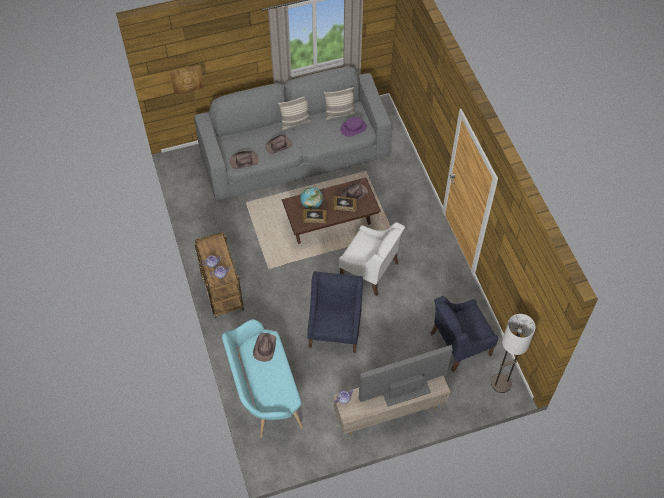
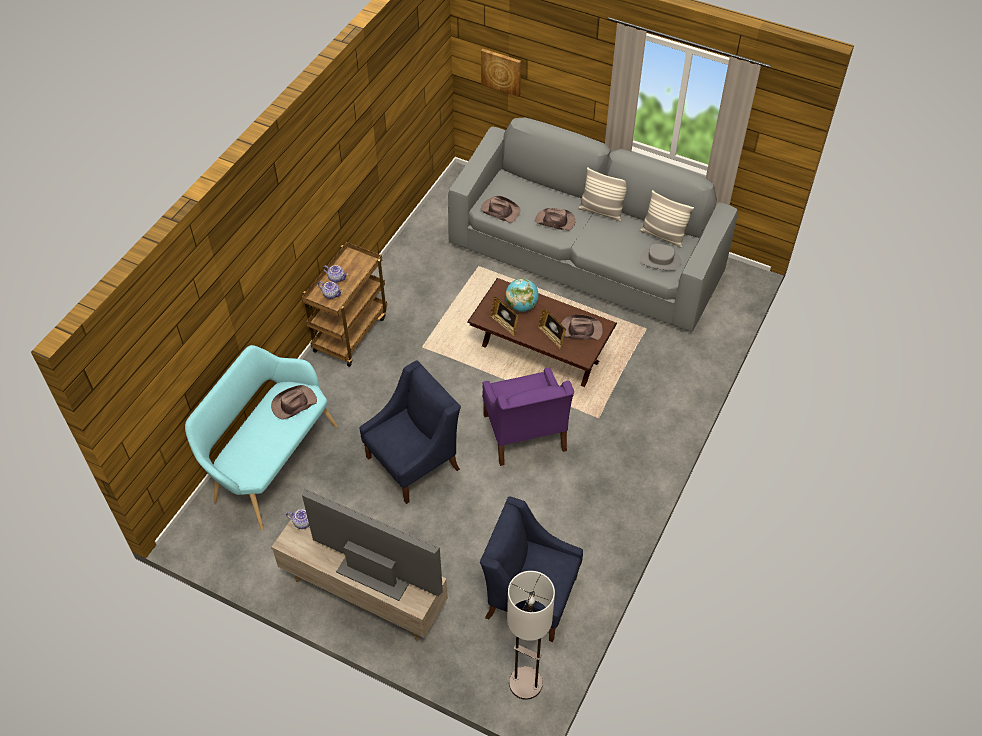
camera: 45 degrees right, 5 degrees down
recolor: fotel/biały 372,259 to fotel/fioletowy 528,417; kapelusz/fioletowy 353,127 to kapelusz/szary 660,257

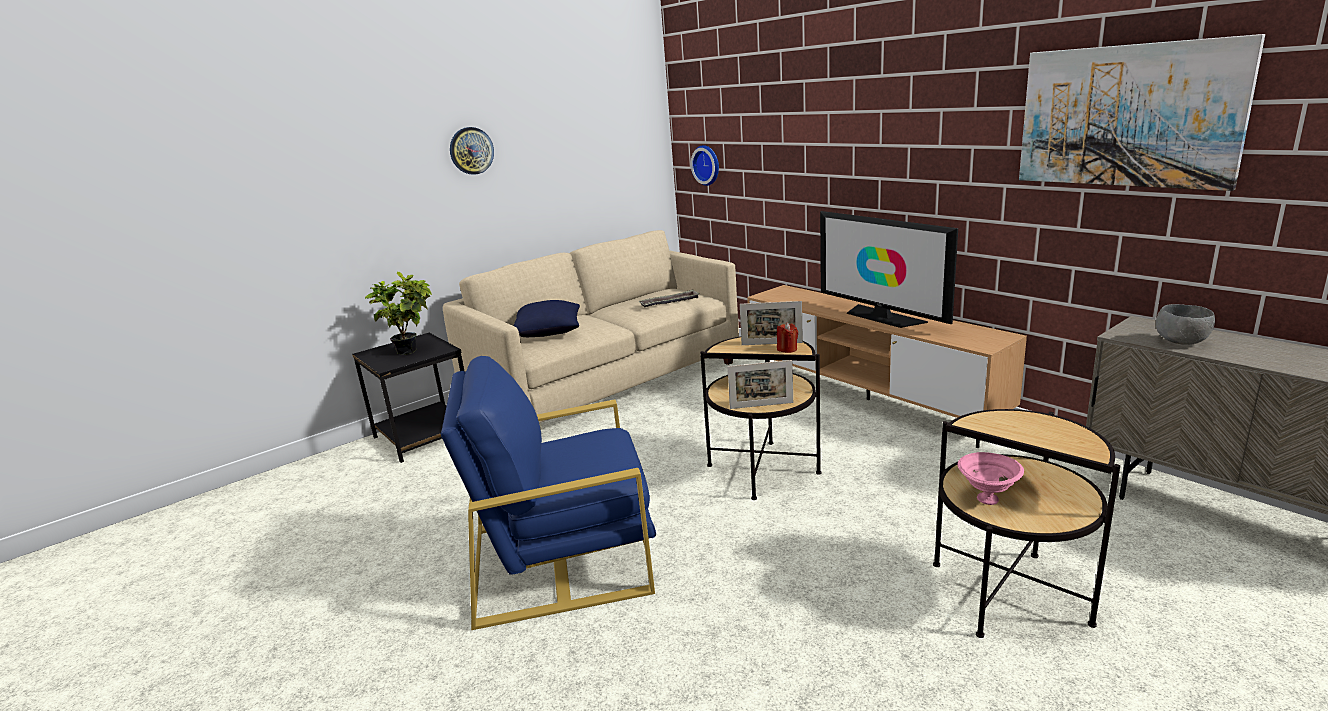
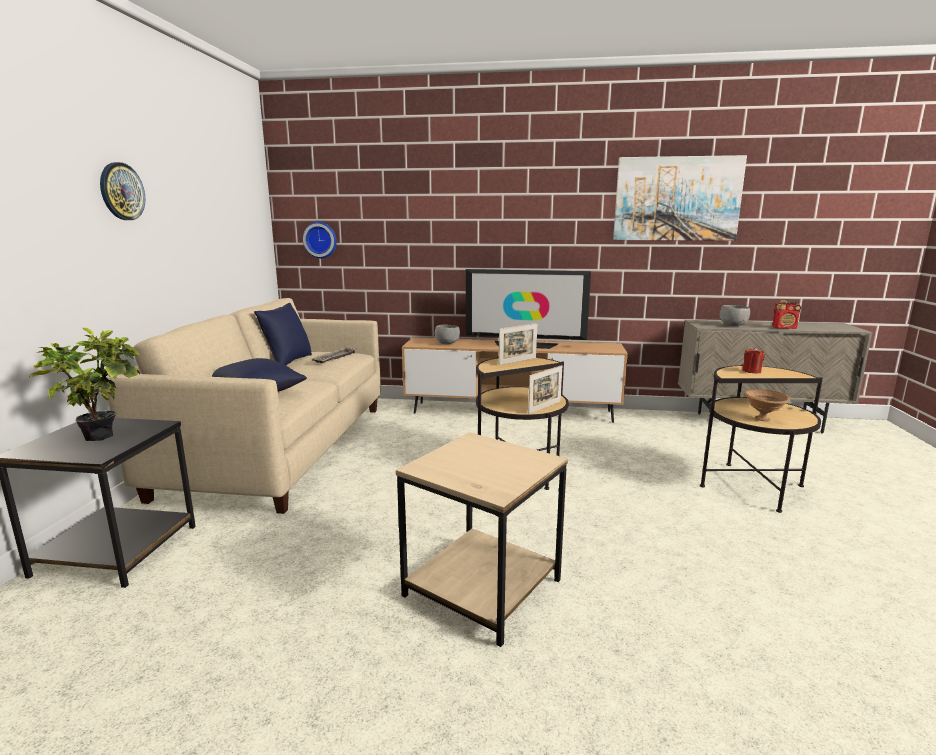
camera: 45 degrees left, 5 degrees down
insert: poduszka/niebieski 283,334; miska/szary 447,334; radio 786,314
move: świeca/czerwony 787,338 to 753,360
replace: fotel/niebieski 548,493 to stolik/beżowy 482,539
recolor: miska/różowy 990,478 to miska/brązowy 767,405

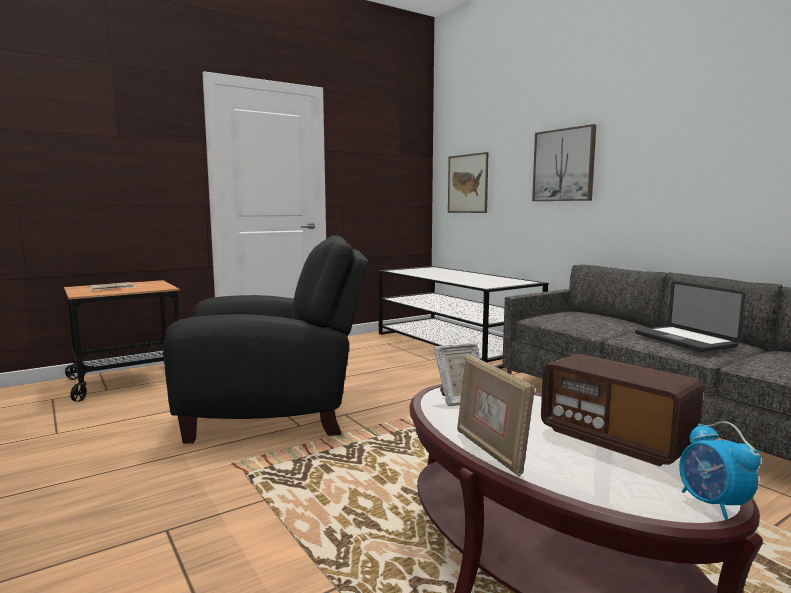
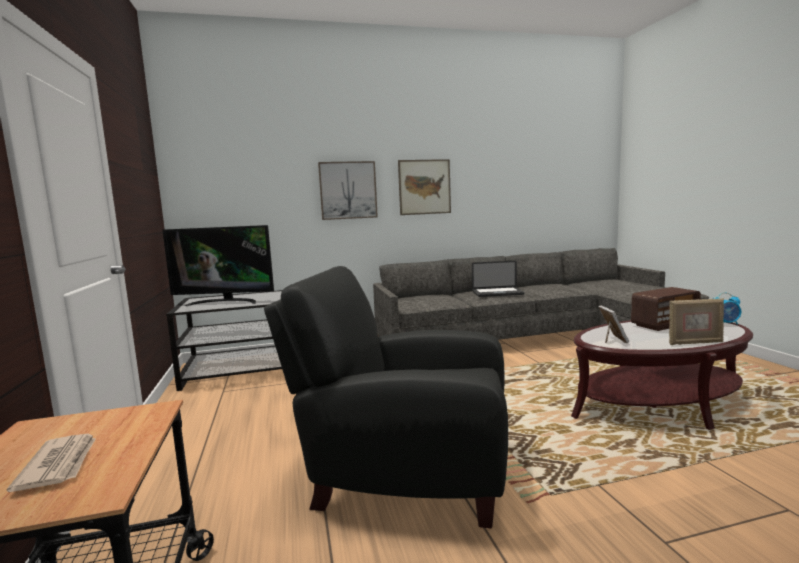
camera: 70 degrees left, 0 degrees up
insert: telewizor 218,265
move: obraz 468,182 to 424,187
rotate: fotel/czarny 266,340 = 386,397 90 degrees counterclockwise

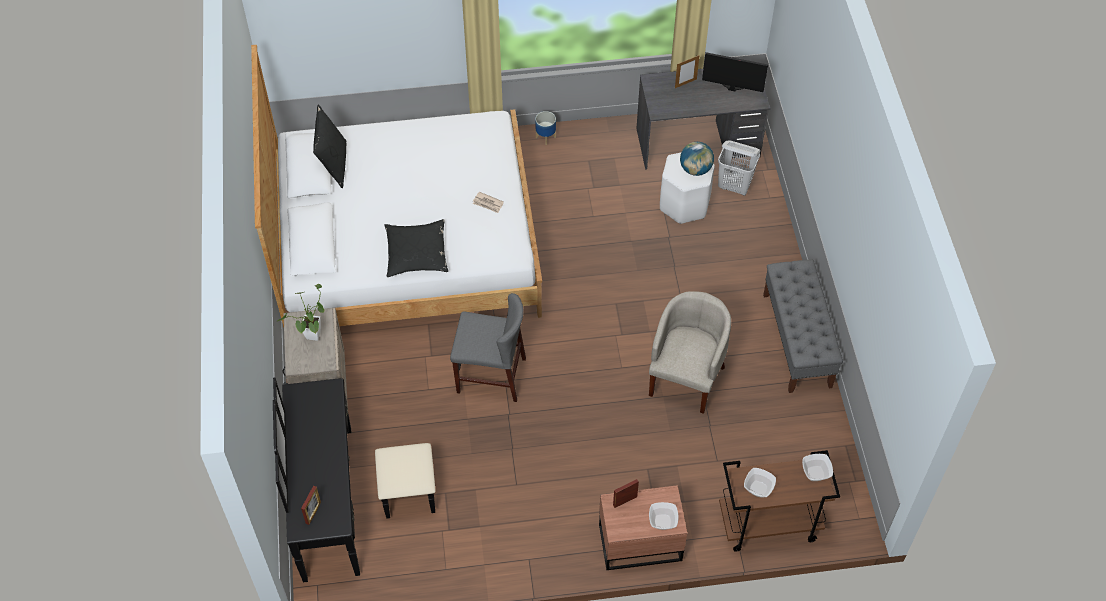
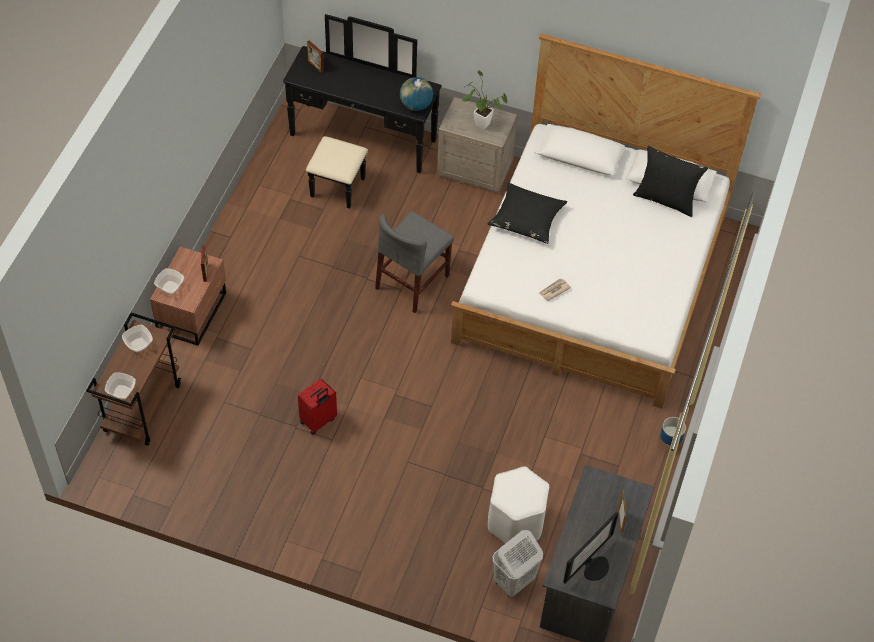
camera: 115 degrees right, 0 degrees up
delete: ławka/szary 803,326
move: globus 697,159 to 416,94
replace: fotel/beżowy 690,352 to walizka/czerwony 317,406

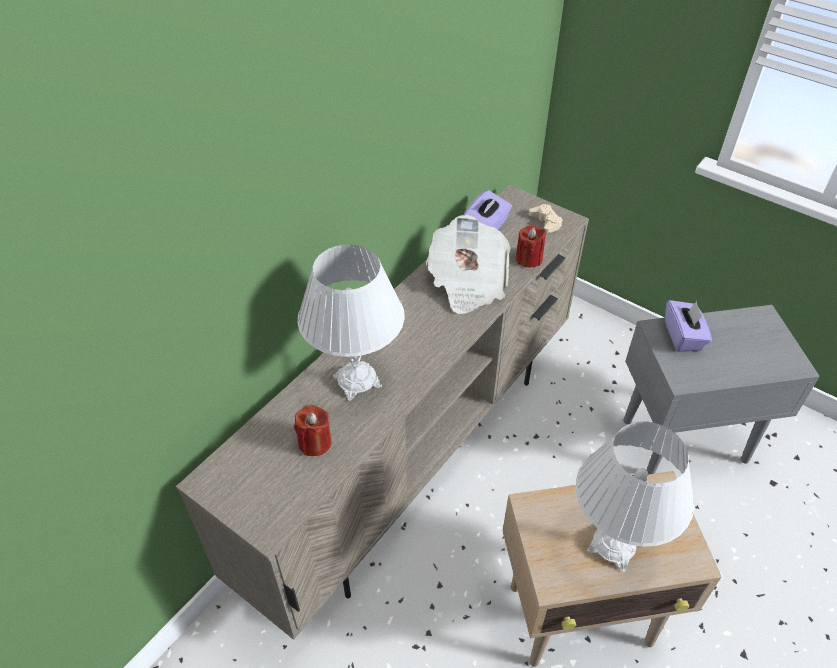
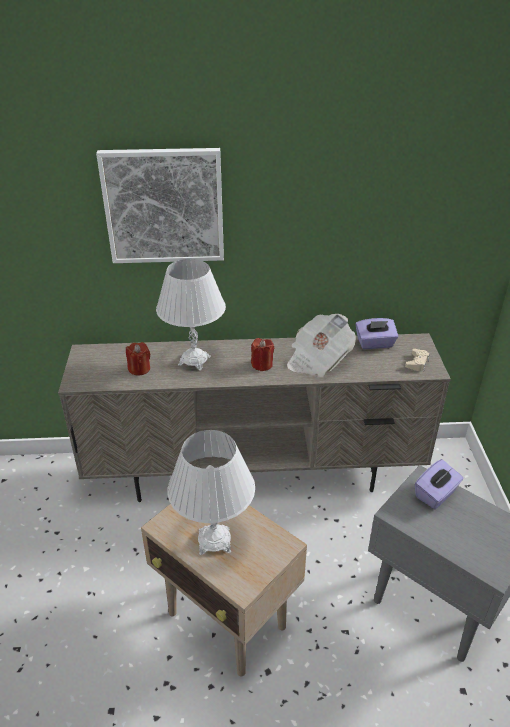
camera: 50 degrees right, 10 degrees down
insert: obraz 160,205
move: świeca/czerwony 531,246 to 262,354

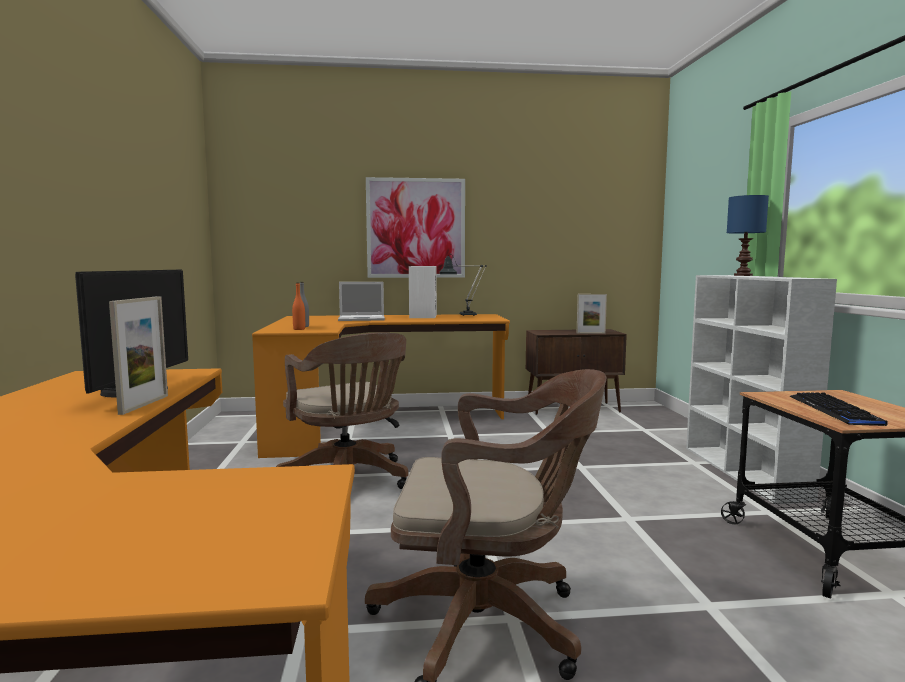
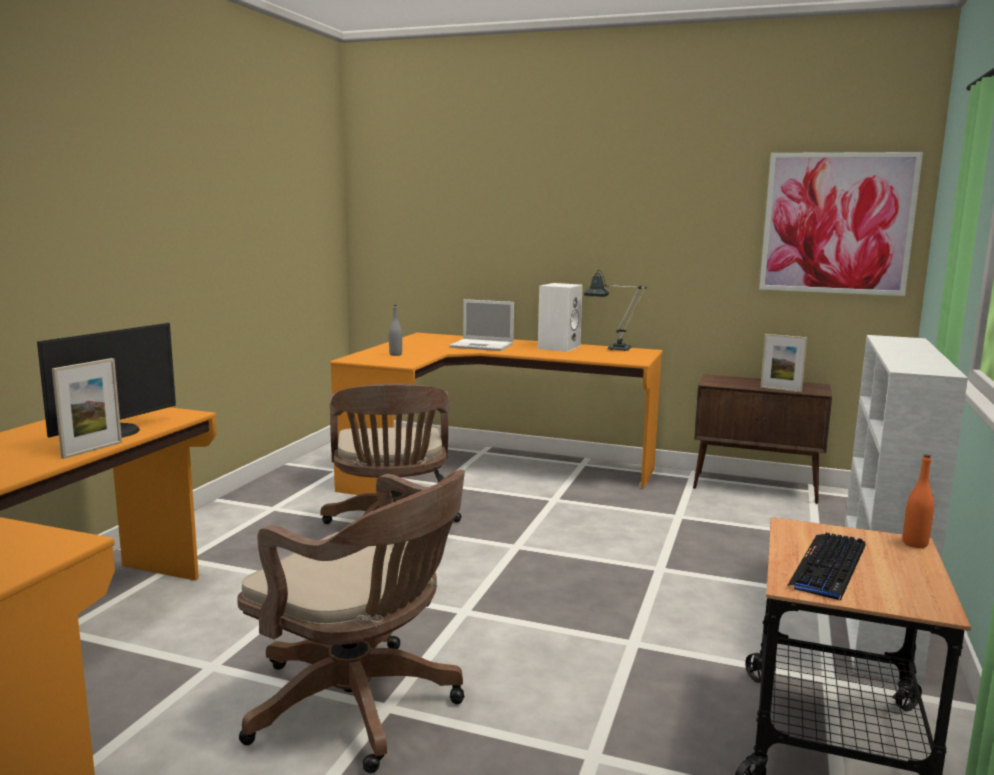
camera: 25 degrees right, 5 degrees up
delete: lampa stołowa/niebieski 748,235
move: butelka/pomarańczowy 298,306 to 918,501; obraz 415,227 to 841,224

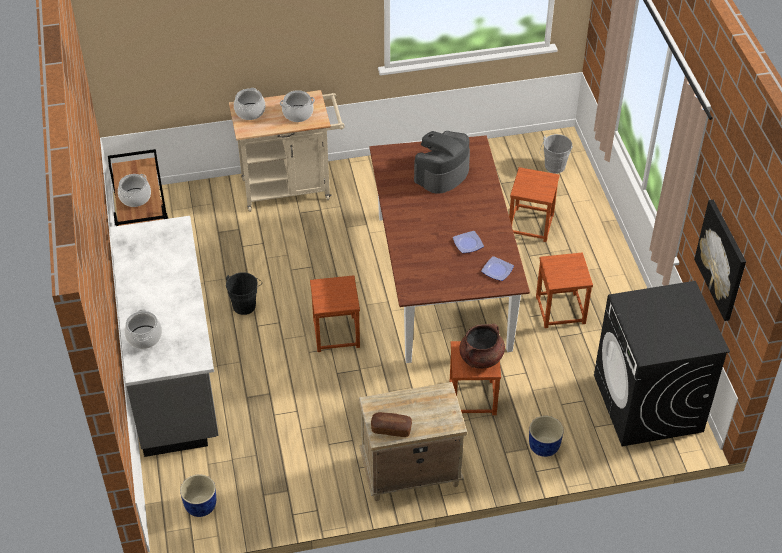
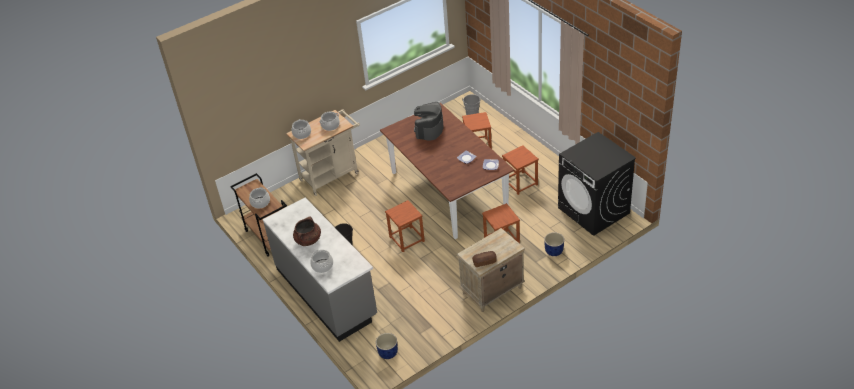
camera: 20 degrees left, 5 degrees down
delete: obraz 720,260
move: garnek/brązowy 482,346 to 307,231

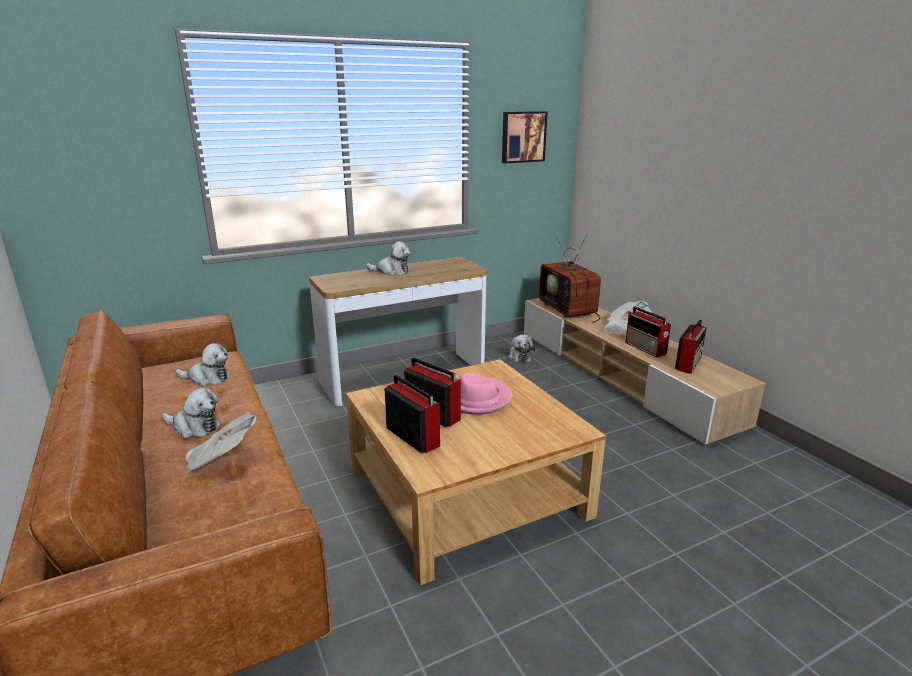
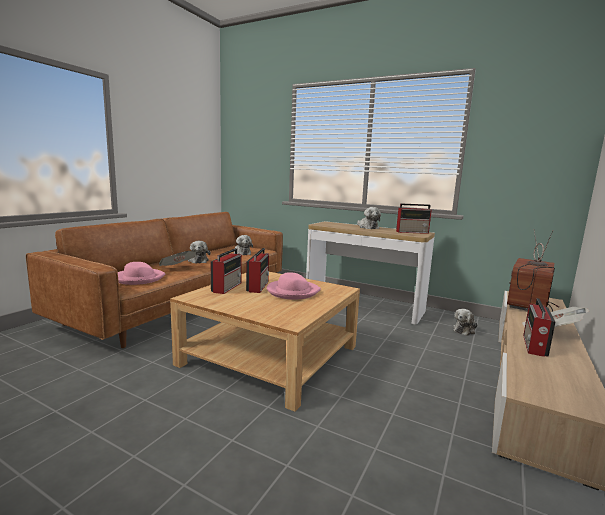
camera: 55 degrees right, 10 degrees down
delete: obraz 525,137
insert: kapelusz/różowy 141,273
move: radio 691,347 to 414,219

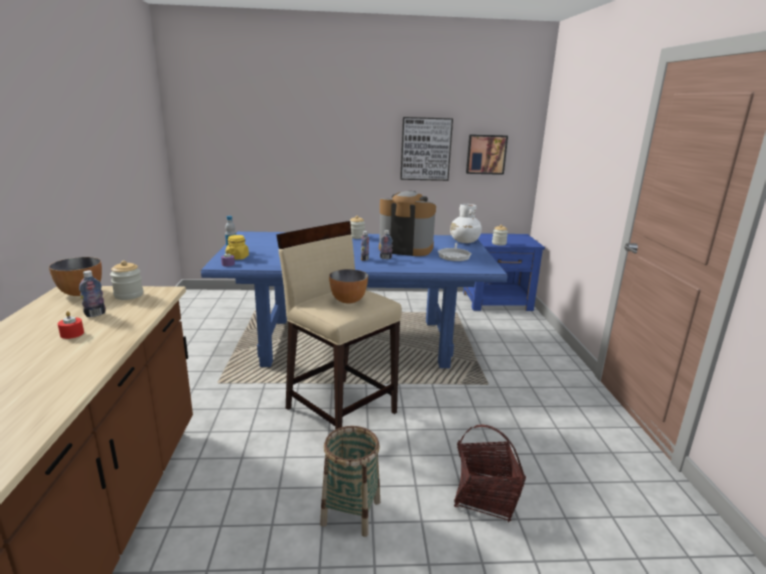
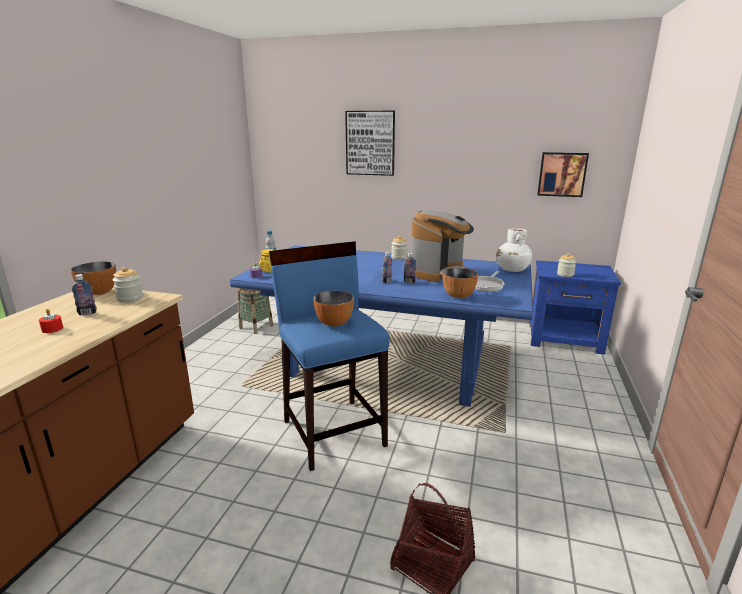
camera: 20 degrees right, 0 degrees up
insert: miska 460,283
move: koszyk 350,481 to 255,311; obraz 426,149 to 370,143
recolor: stołek/beżowy 339,325 to stołek/niebieski 329,356
rotate: ekspres do kawy 407,223 = 443,246 90 degrees clockwise

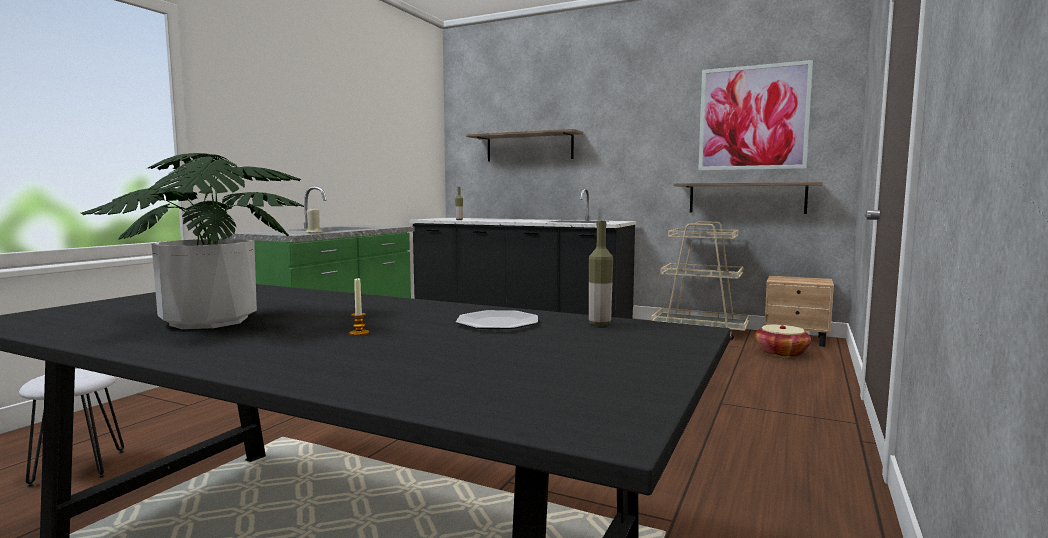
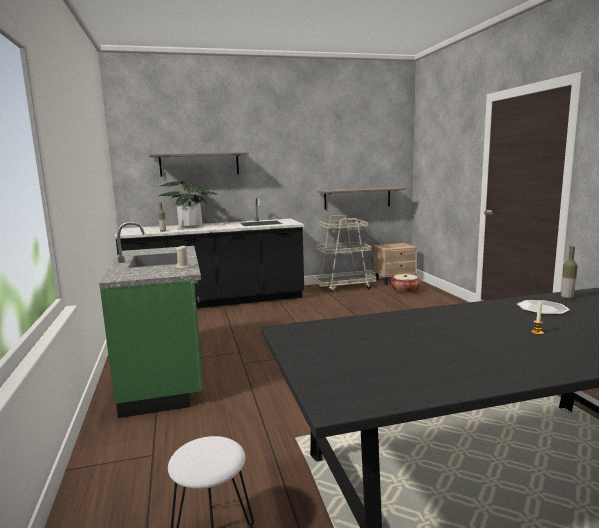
camera: 40 degrees left, 5 degrees up
delete: obraz 755,115
move: roślina doniczkowa 192,241 to 188,204

